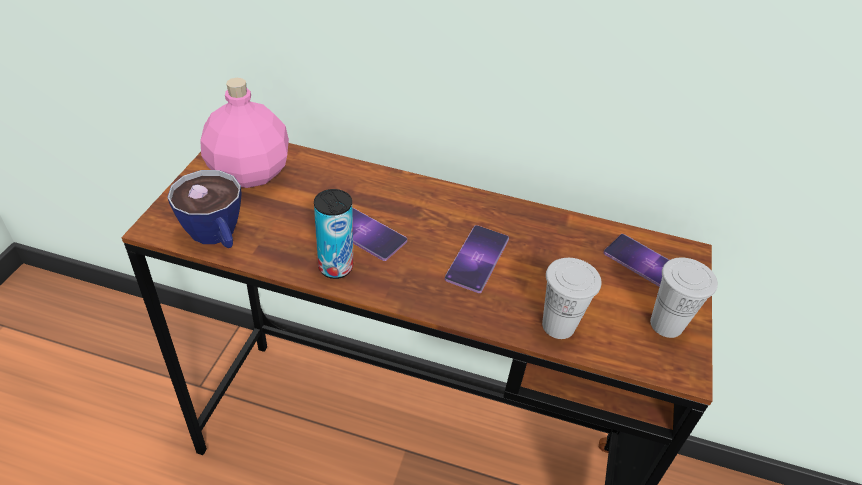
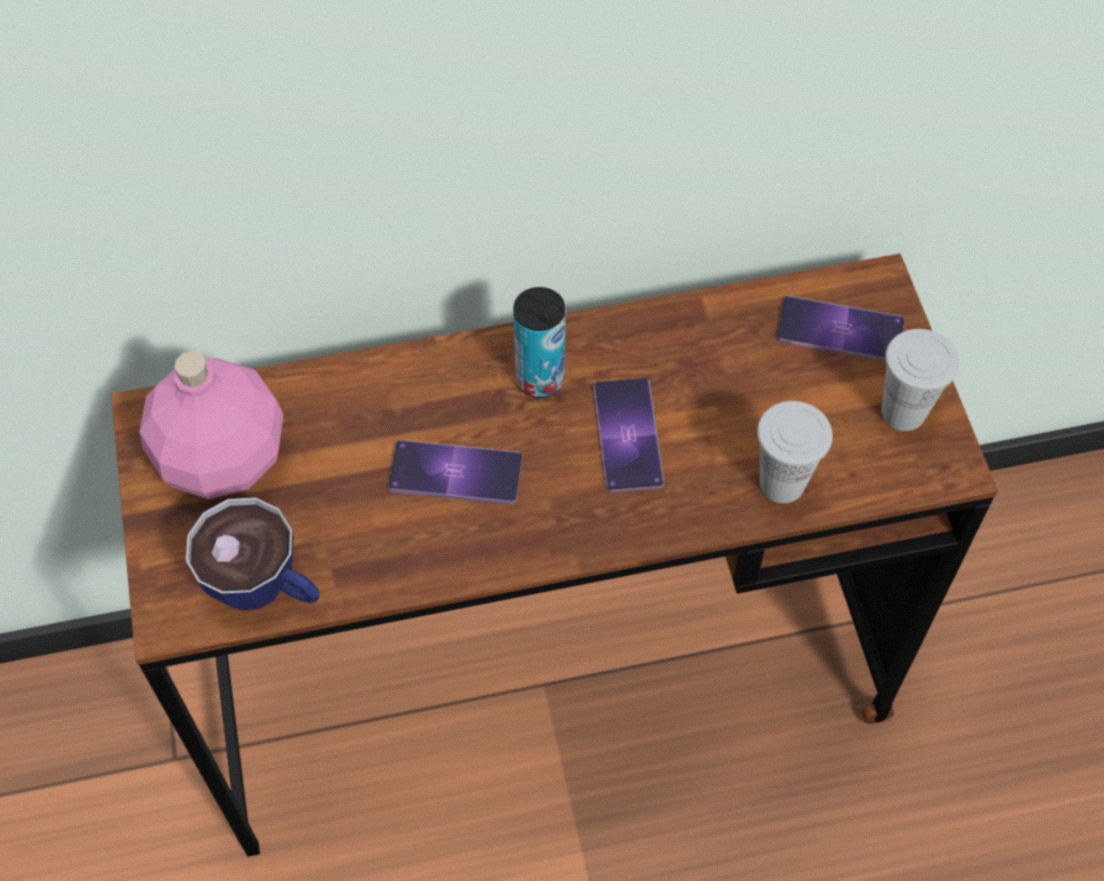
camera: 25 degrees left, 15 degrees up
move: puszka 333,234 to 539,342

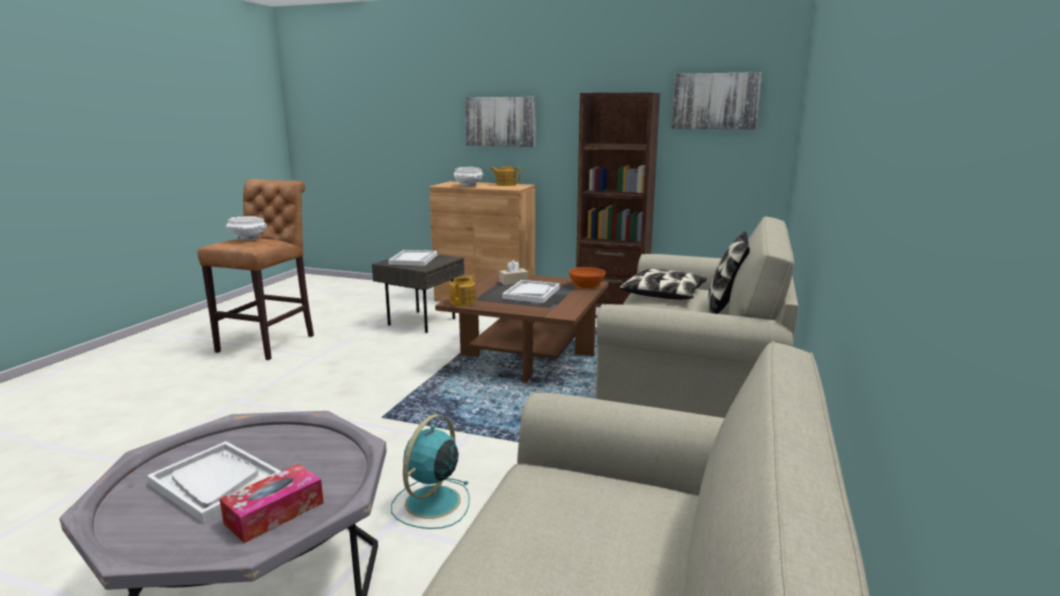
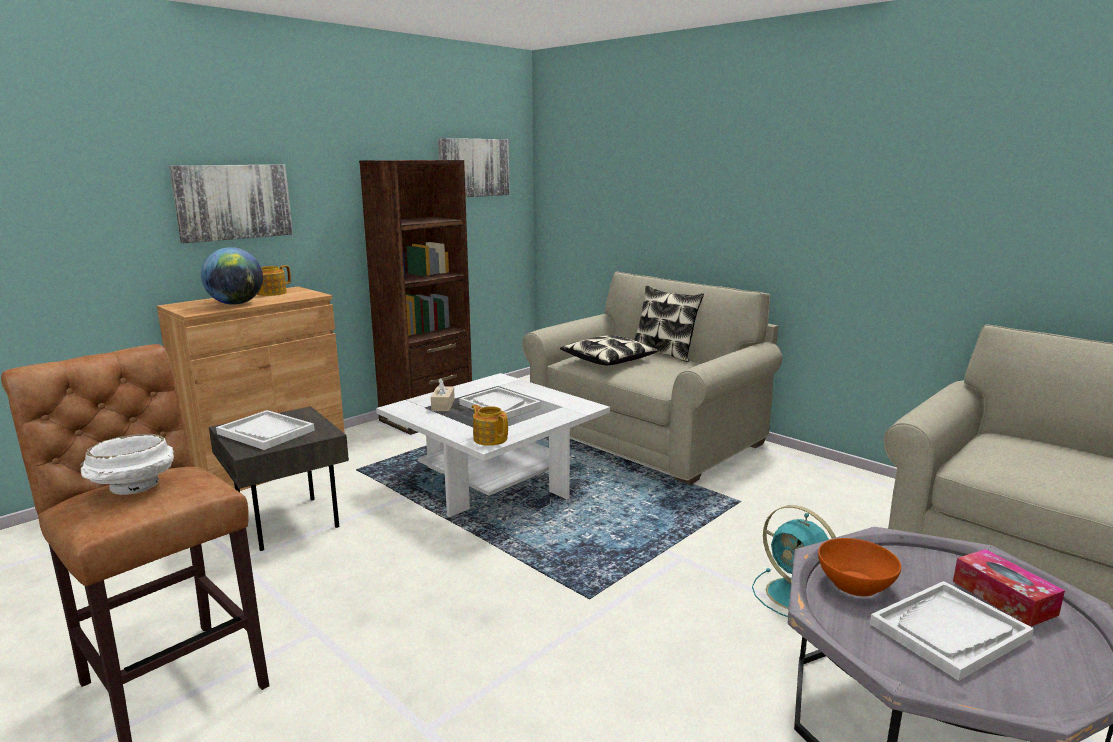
camera: 65 degrees left, 0 degrees up
move: miska/pomarańczowy 587,277 to 859,567
replace: miska/biały 469,177 to globus 232,276
recolor: ława/brązowy 521,327 to ława/biały 493,445

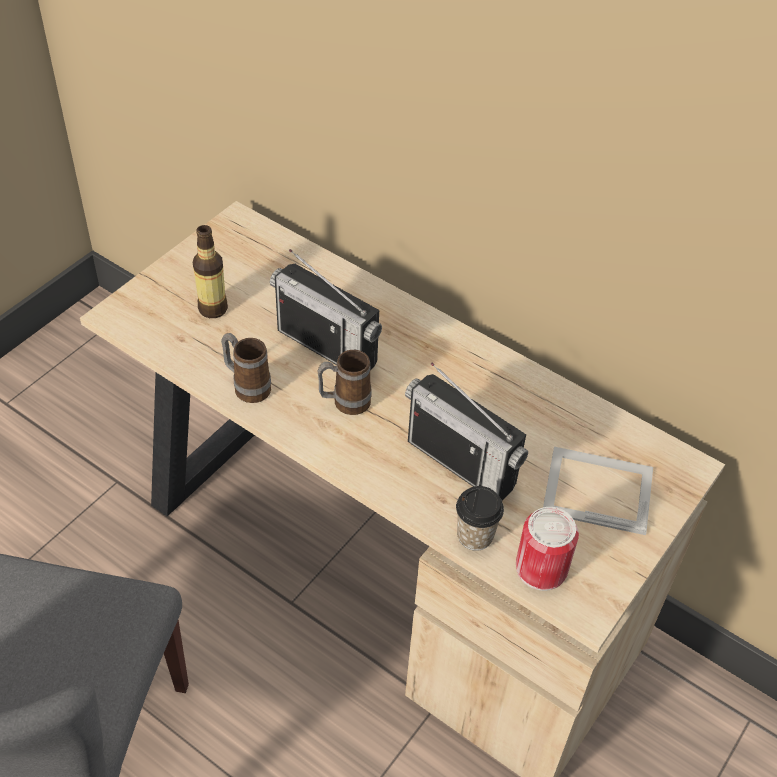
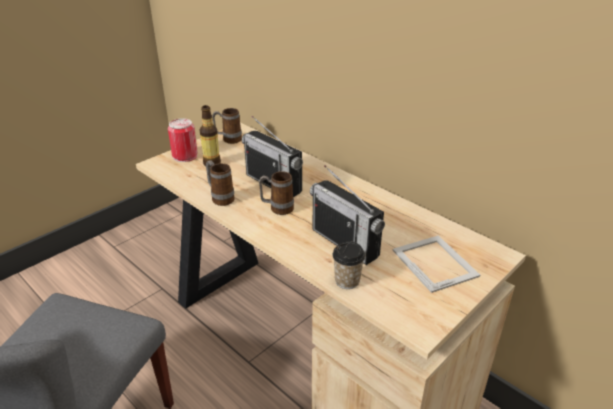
camera: 10 degrees right, 15 degrees down
insert: kubek 227,126
move: puszka 547,549 to 183,140
rotate: ramka na zdjęcie 598,491 = 436,264 45 degrees clockwise

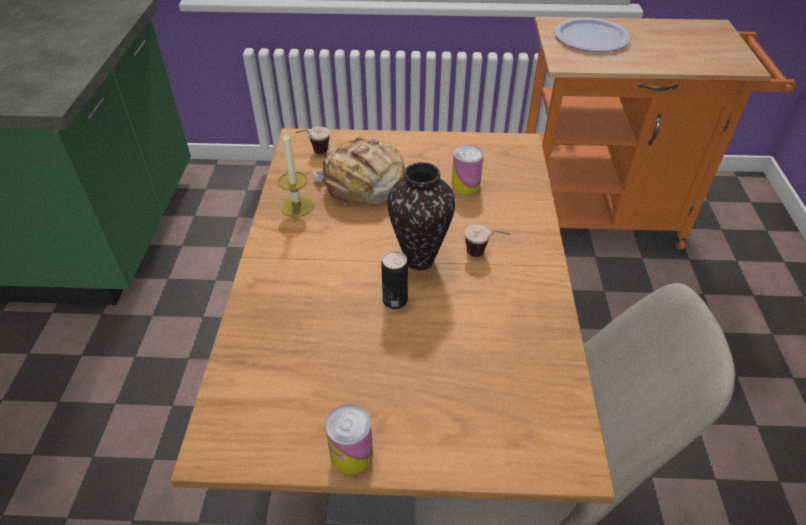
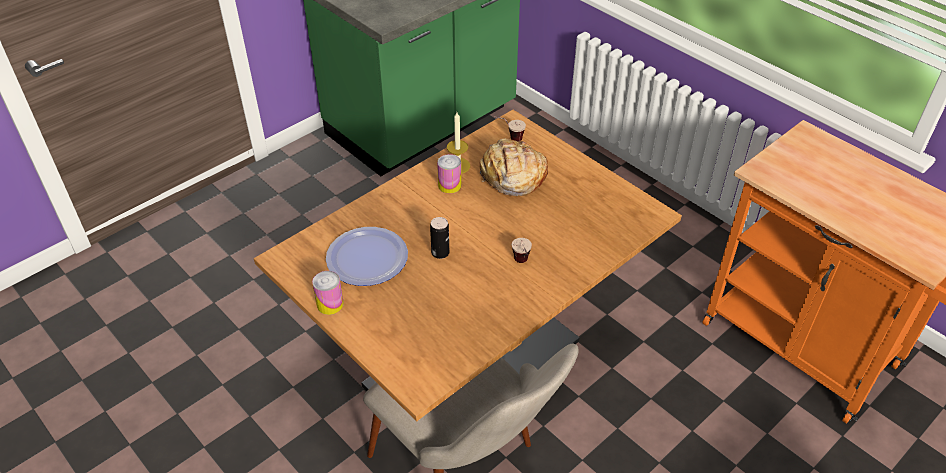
camera: 45 degrees right, 0 degrees up
delete: wazon 421,216
move: puszka 467,170 to 449,174; talerz 592,35 to 367,256

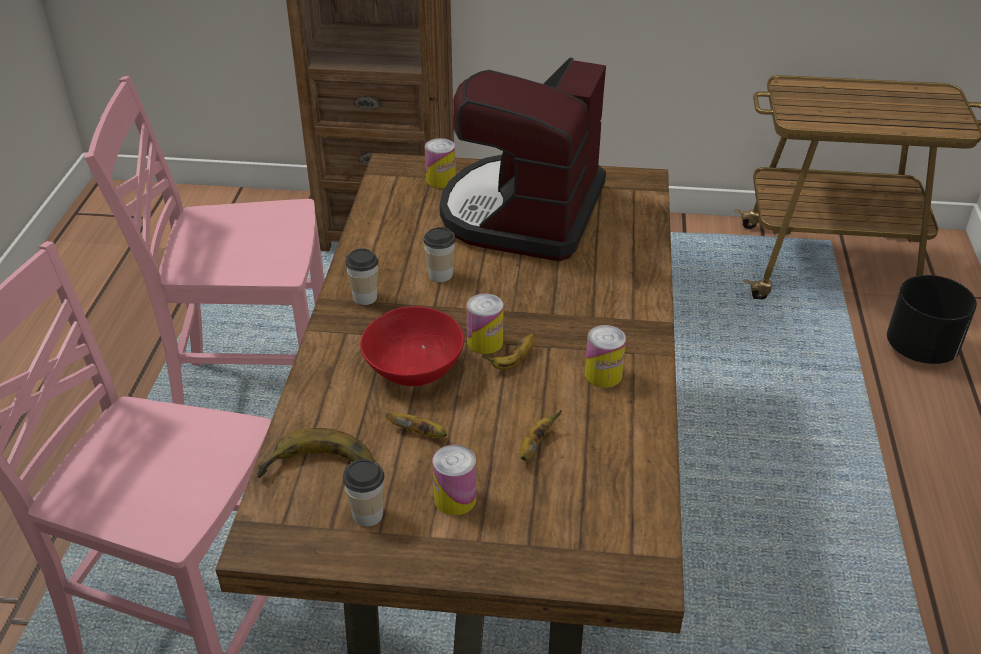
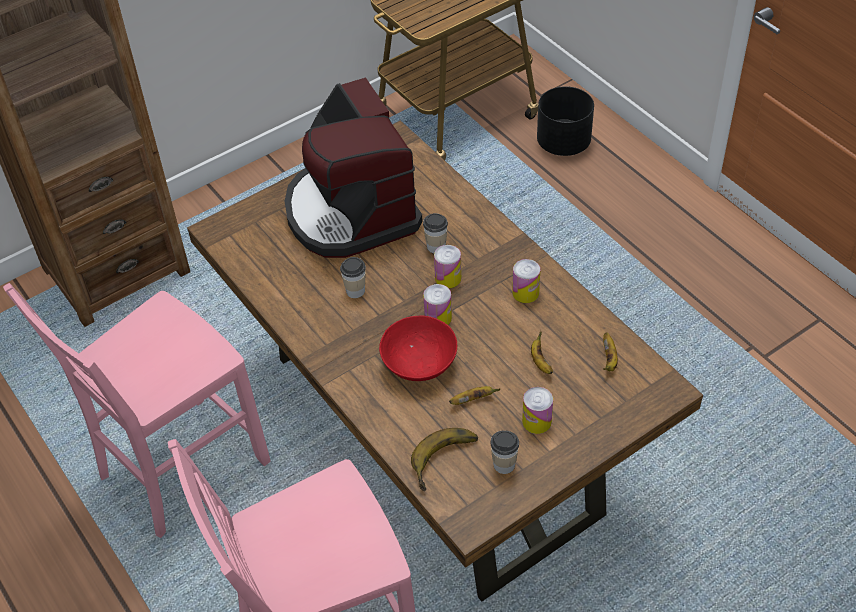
camera: 40 degrees left, 10 degrees up
move: filiżanka 361,276 to 435,233; puszka 440,163 to 447,266; banan 508,351 to 610,351

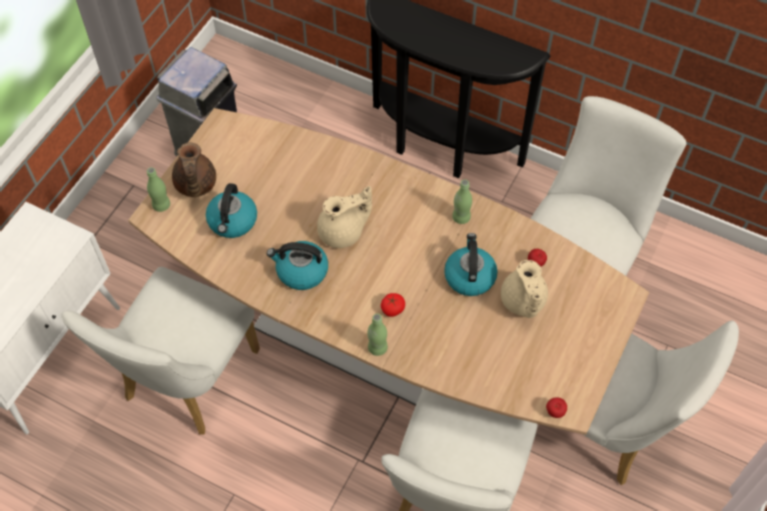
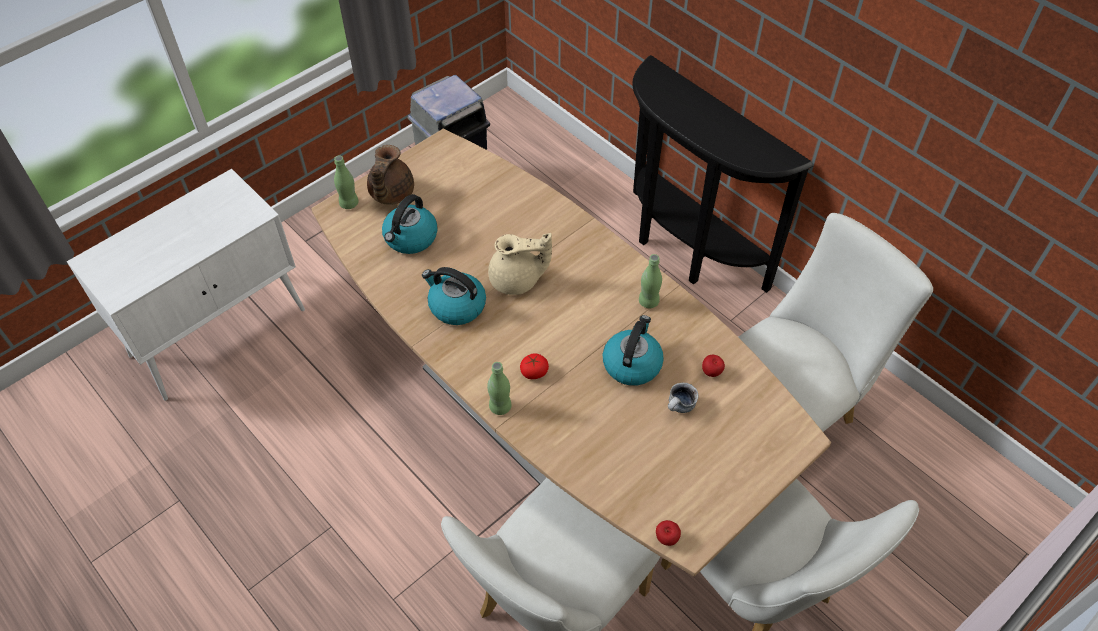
camera: 20 degrees right, 5 degrees down
delete: krzesło/biały 160,351
replace: imbryk/beżowy 524,289 to kubek 683,398

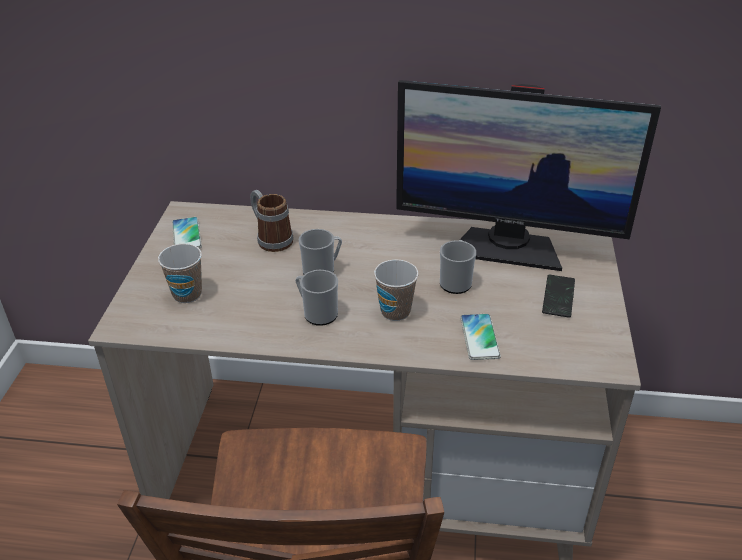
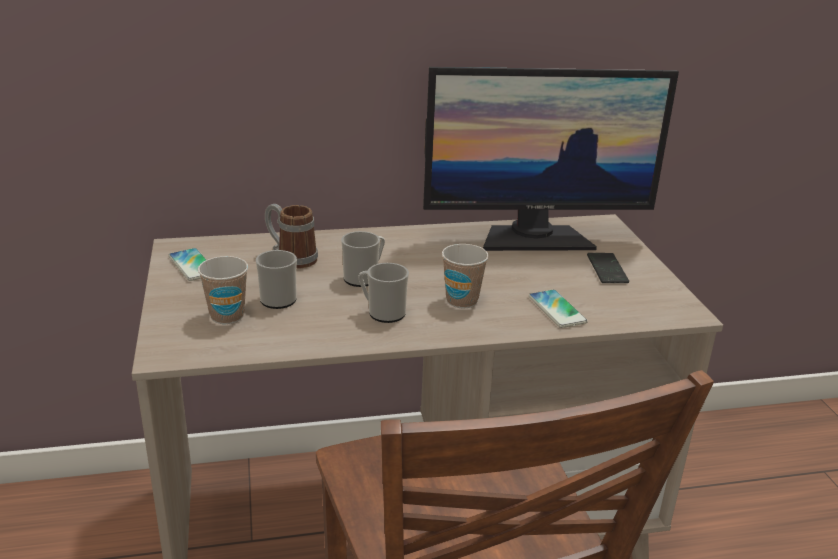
camera: 20 degrees left, 10 degrees down
move: kubek 458,267 to 276,279

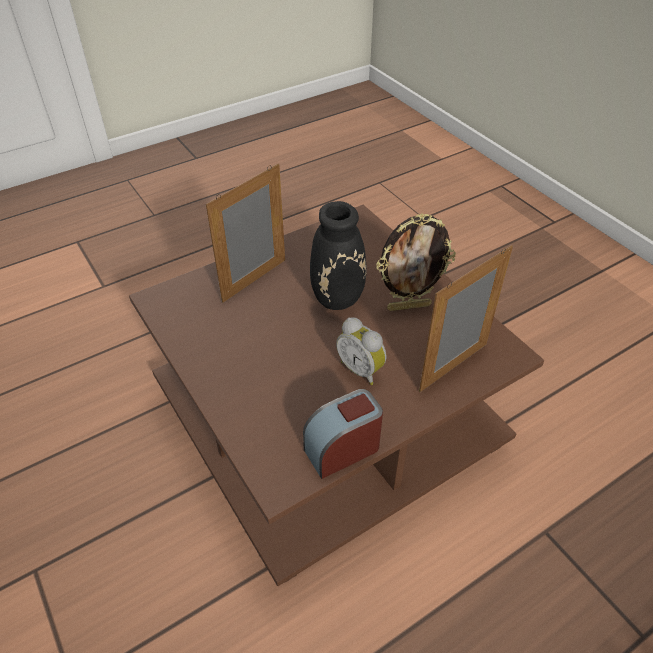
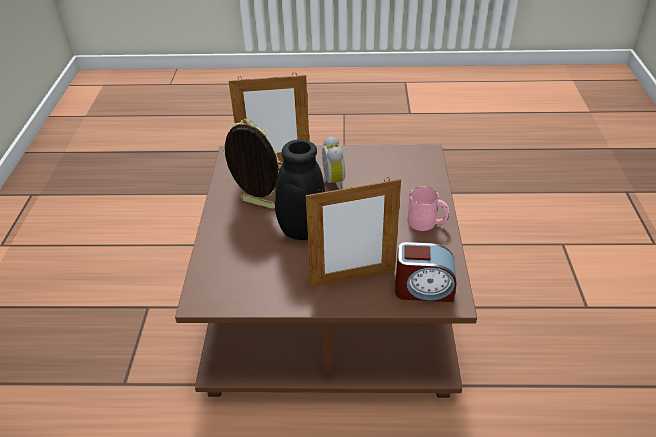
camera: 145 degrees left, 5 degrees down
insert: kubek/różowy 428,208
move: budzik 343,434 to 426,272

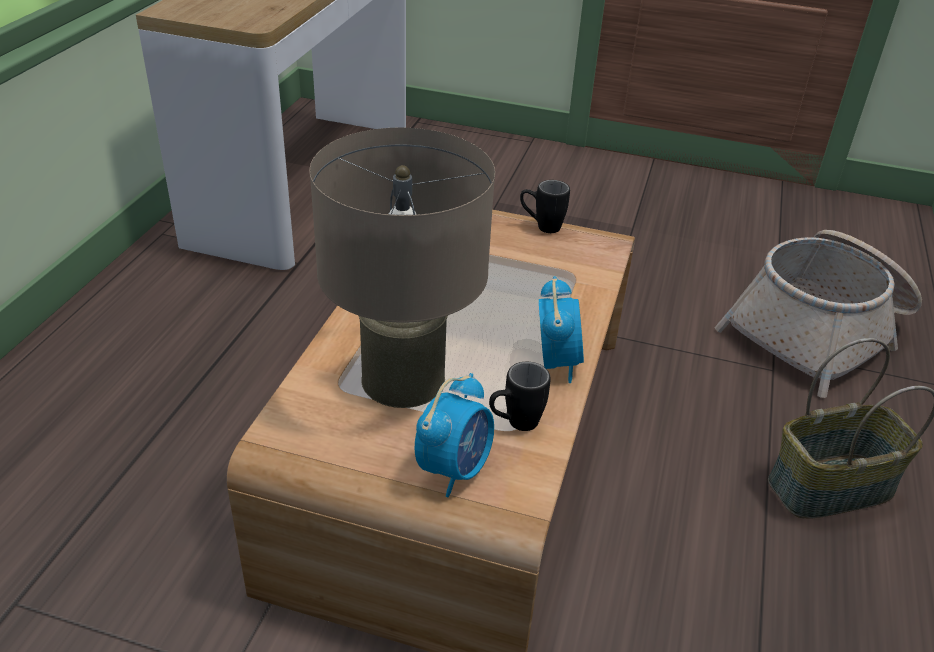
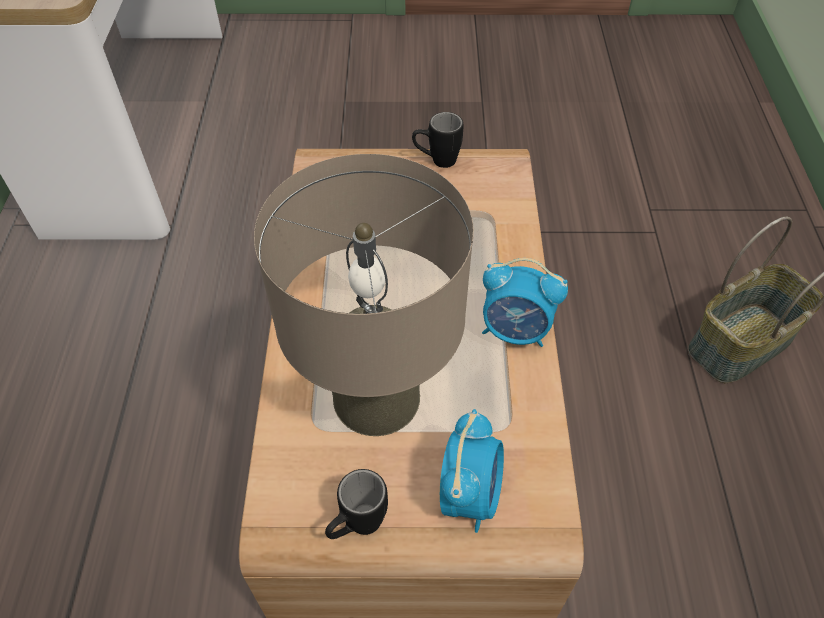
camera: 15 degrees left, 15 degrees up
delete: koszyk 818,314
move: kubek/czarny 520,396 to 356,504
rotate: budzik 561,329 = 525,302 120 degrees clockwise

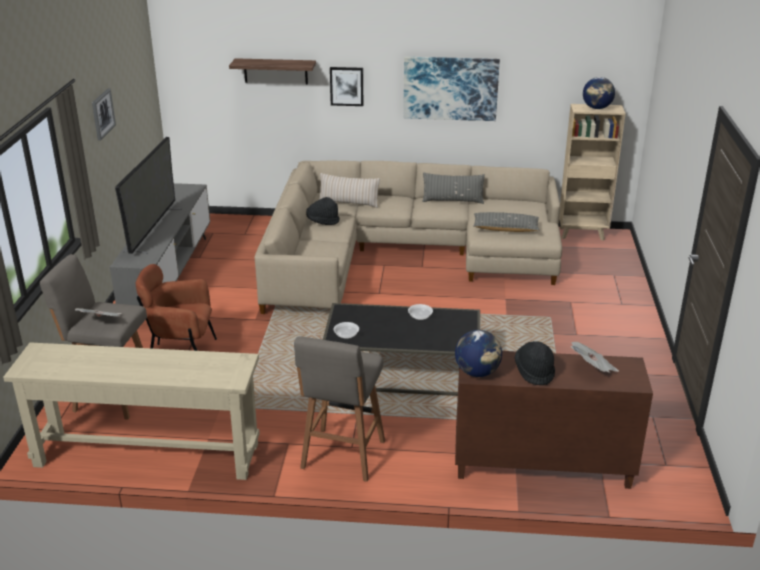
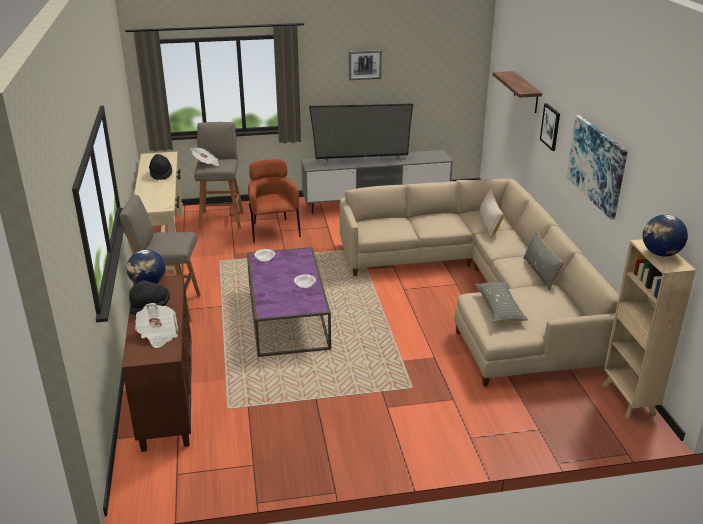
camera: 75 degrees right, 0 degrees up
move: kapelusz/czarny 322,211 to 160,167
recolor: ława/czarny 401,349 to ława/fioletowy 289,302

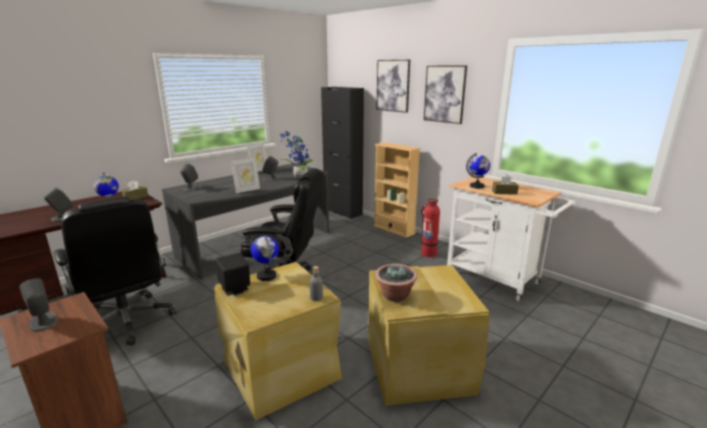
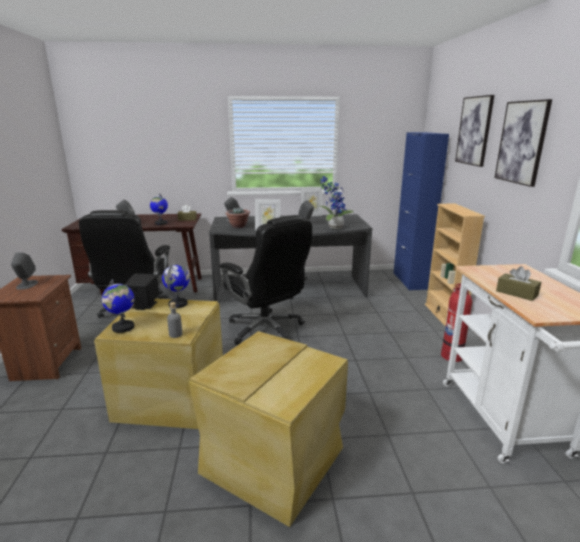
camera: 40 degrees right, 0 degrees up
move: roślina doniczkowa 396,283 to 238,217; globus 478,171 to 118,306
recolor: szafka/czarny 342,153 to szafka/niebieski 421,211

